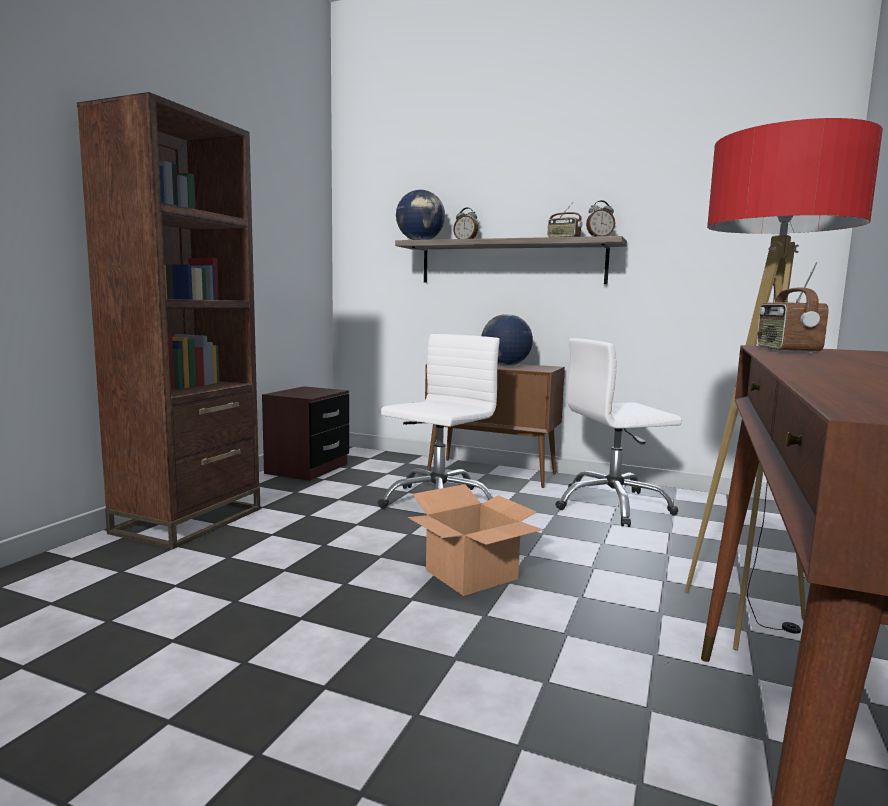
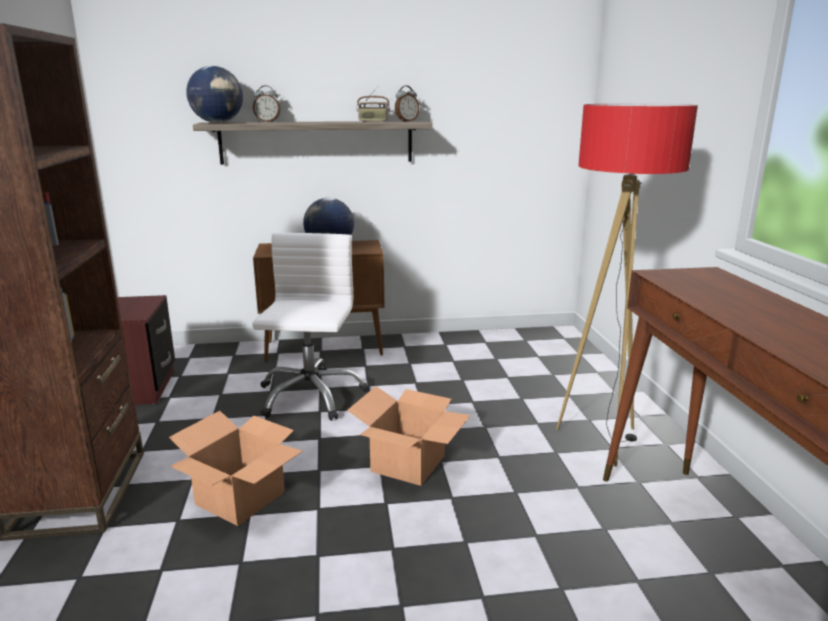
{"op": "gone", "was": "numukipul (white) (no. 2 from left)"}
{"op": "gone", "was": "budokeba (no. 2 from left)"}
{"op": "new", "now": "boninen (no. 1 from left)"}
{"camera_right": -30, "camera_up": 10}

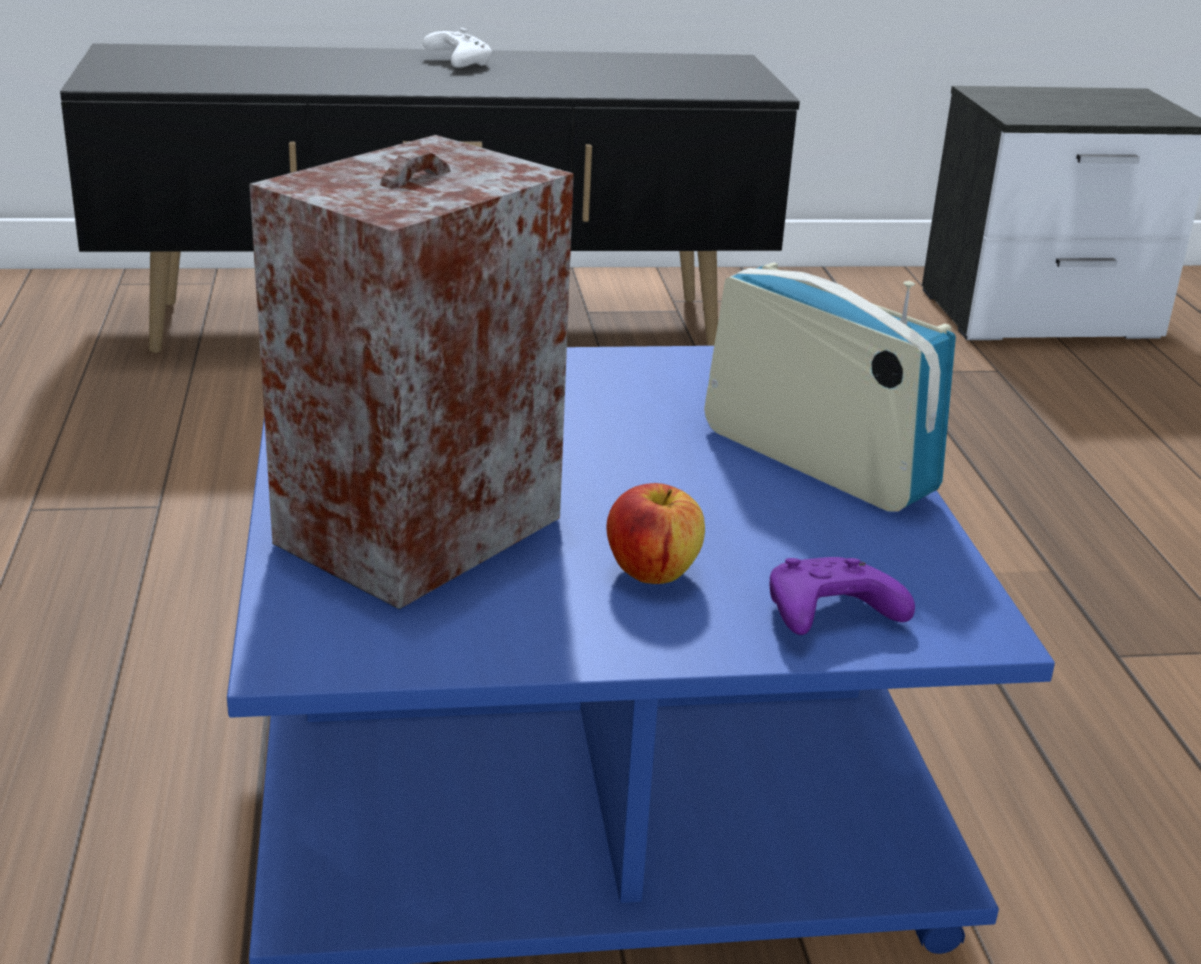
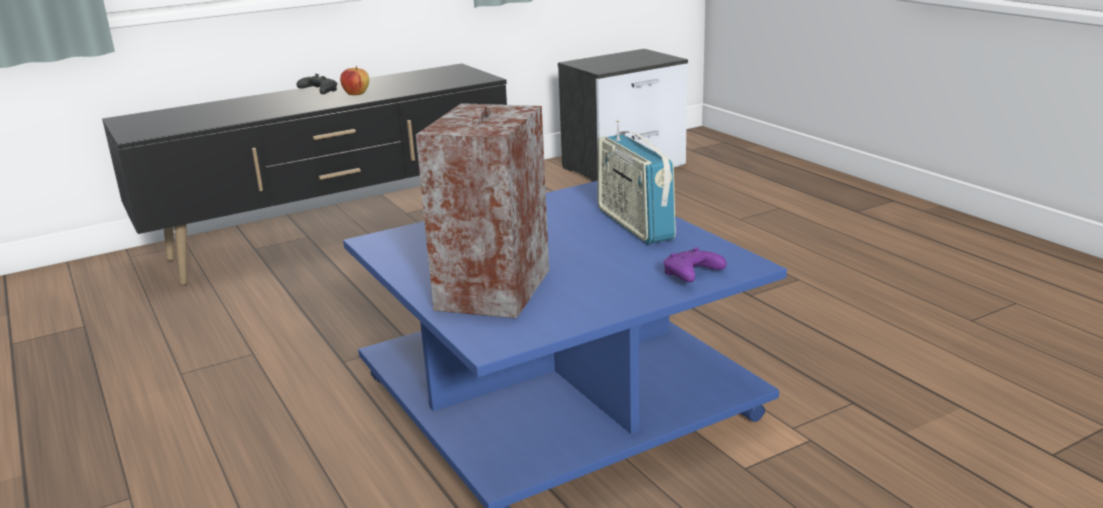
{"op": "repainted", "was": "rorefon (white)", "now": "rorefon (black)"}
{"op": "shifted", "was": "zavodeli"}
{"op": "rotated", "was": "budokeba", "clockwise": -135}
{"camera_right": -20, "camera_up": -5}

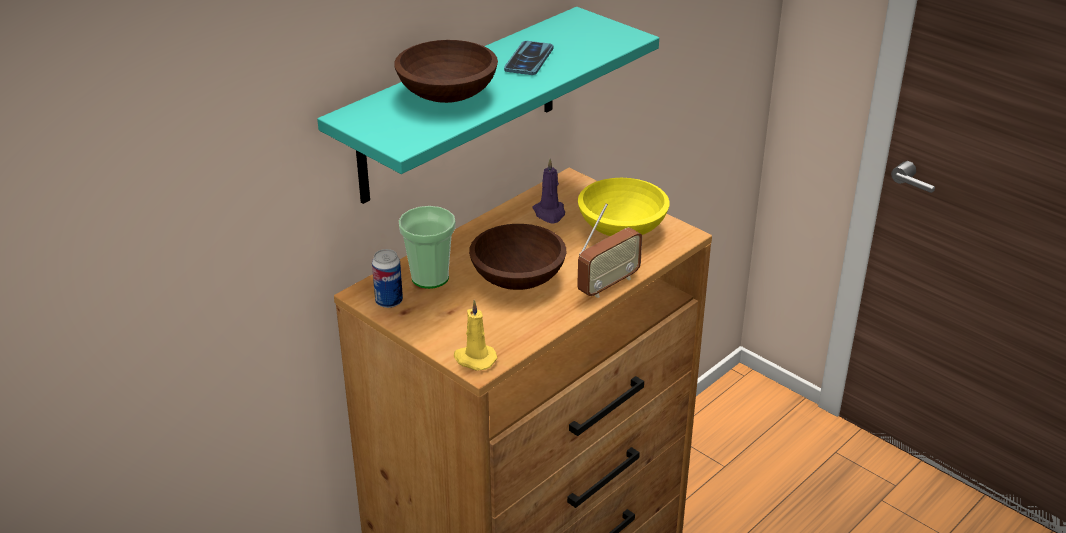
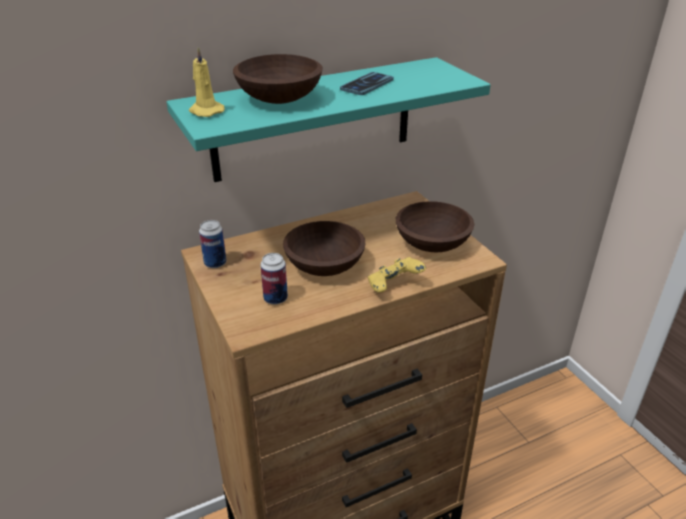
{"op": "gone", "was": "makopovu"}
{"op": "shifted", "was": "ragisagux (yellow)"}
{"op": "gone", "was": "ragisagux (purple)"}
{"op": "swapped", "was": "budokeba", "now": "rorefon (yellow)"}
{"op": "repainted", "was": "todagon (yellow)", "now": "todagon (brown) (no. 3 from left)"}
{"op": "new", "now": "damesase (no. 2 from left)"}
{"camera_right": 20, "camera_up": 0}

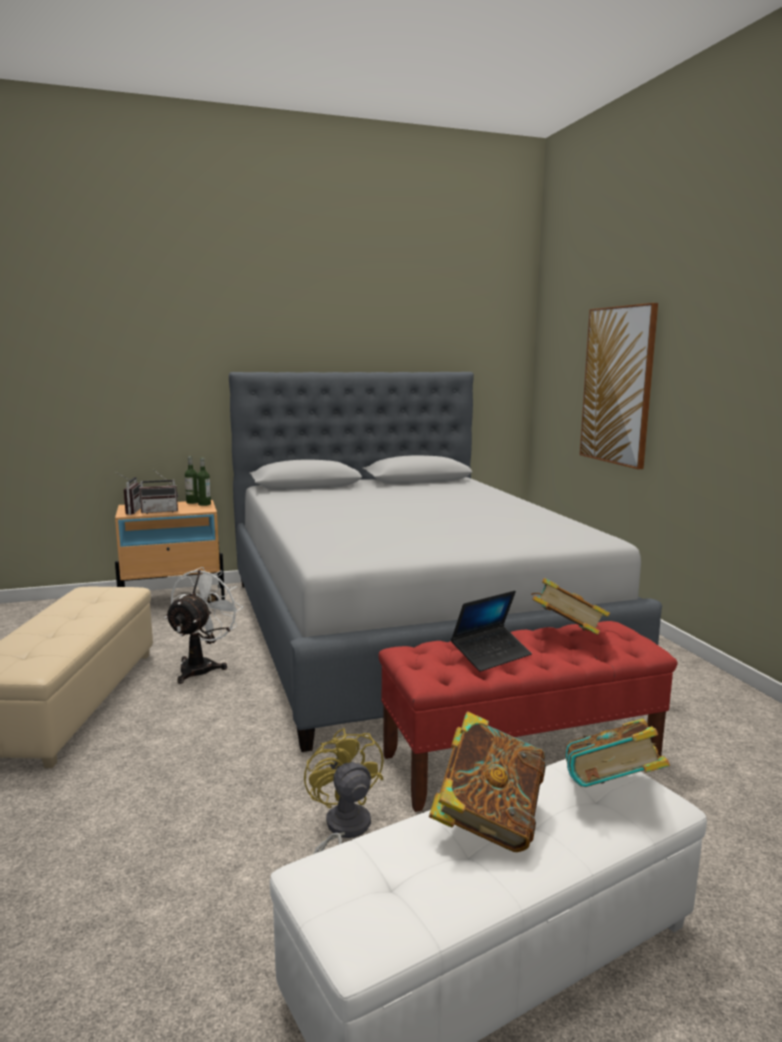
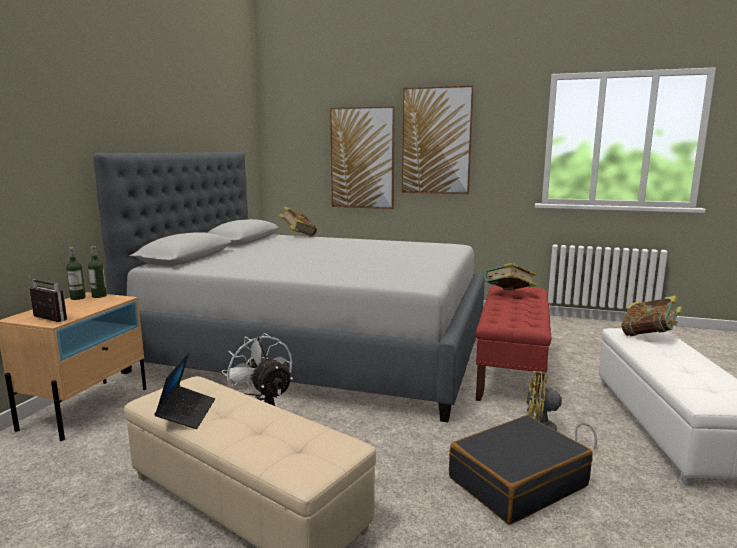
{"op": "gone", "was": "budokeba (no. 2 from left)"}
{"op": "shifted", "was": "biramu (no. 1 from left)"}
{"op": "shifted", "was": "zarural"}
{"op": "new", "now": "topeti (no. 2 from left)"}
{"op": "new", "now": "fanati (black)"}
{"camera_right": -55, "camera_up": 0}

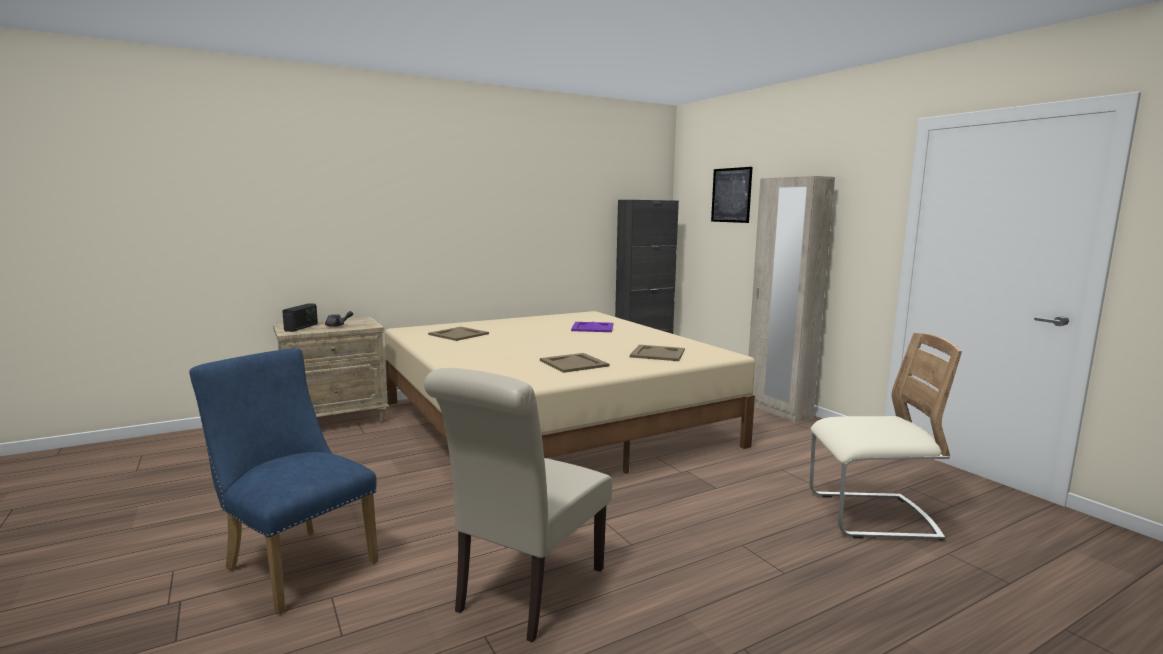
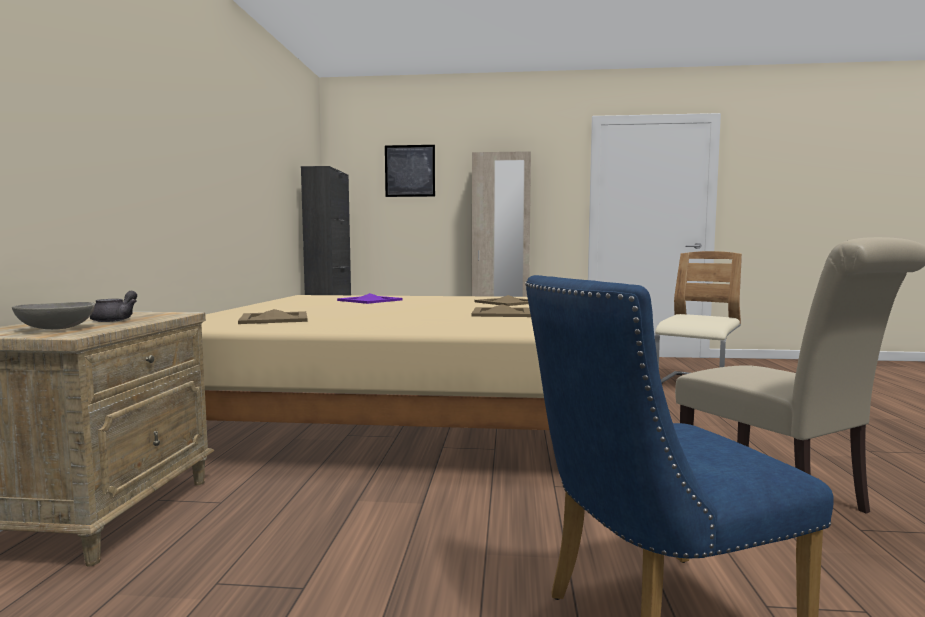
{"op": "swapped", "was": "budokeba", "now": "todagon (grey)"}
{"camera_right": -55, "camera_up": -5}

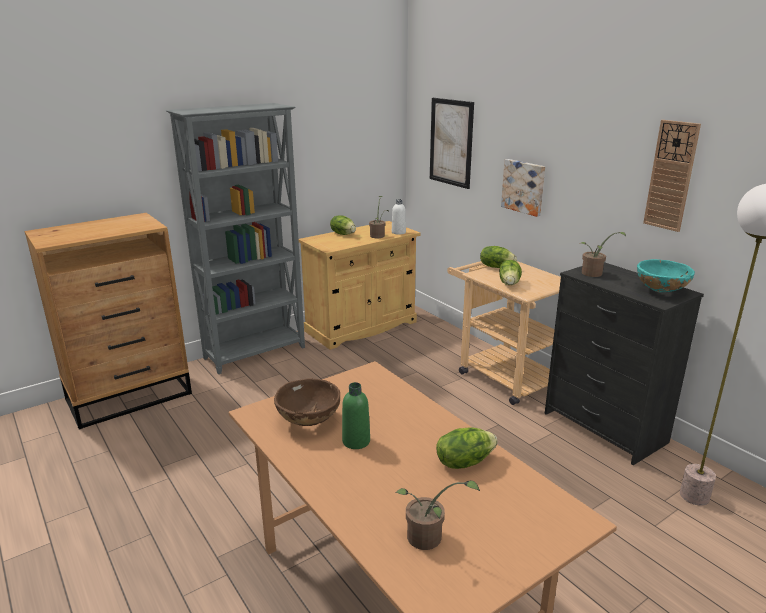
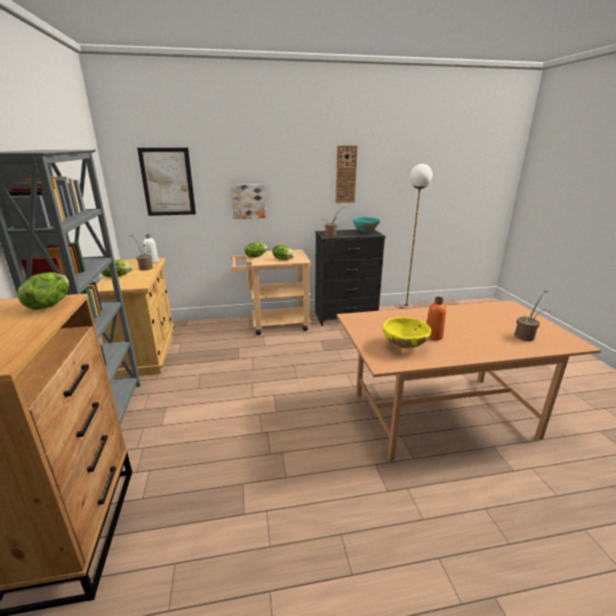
{"op": "repainted", "was": "todagon (brown)", "now": "todagon (yellow)"}
{"op": "repainted", "was": "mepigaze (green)", "now": "mepigaze (orange)"}
{"op": "shifted", "was": "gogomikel (no. 2 from left in the first image)", "now": "gogomikel (no. 1 from left)"}
{"camera_right": -65, "camera_up": 0}

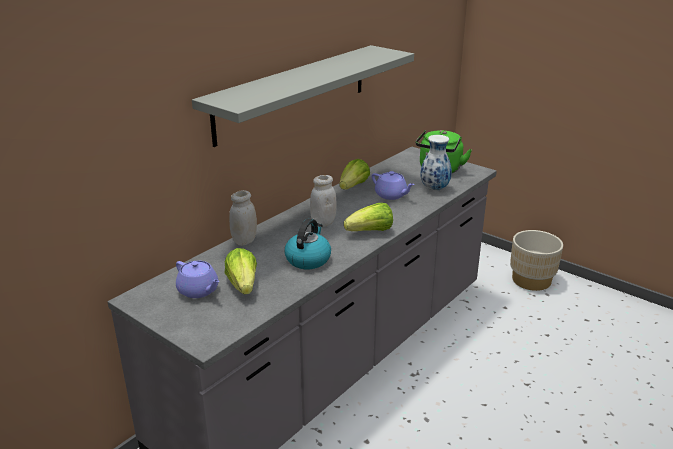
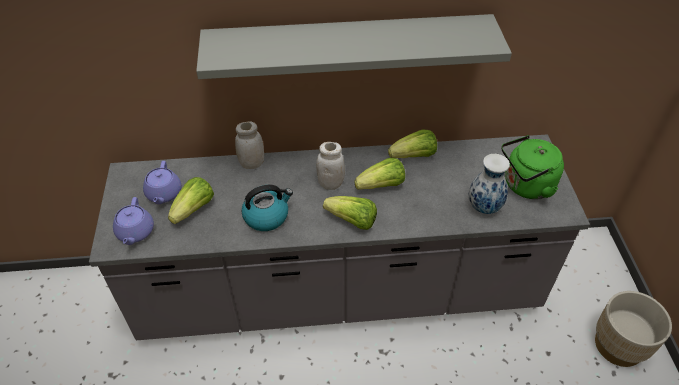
{"op": "shifted", "was": "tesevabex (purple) (no. 2 from left in the first image)", "now": "tesevabex (purple) (no. 1 from left)"}
{"op": "new", "now": "gogomikel (no. 3 from left)"}
{"camera_right": 45, "camera_up": 20}

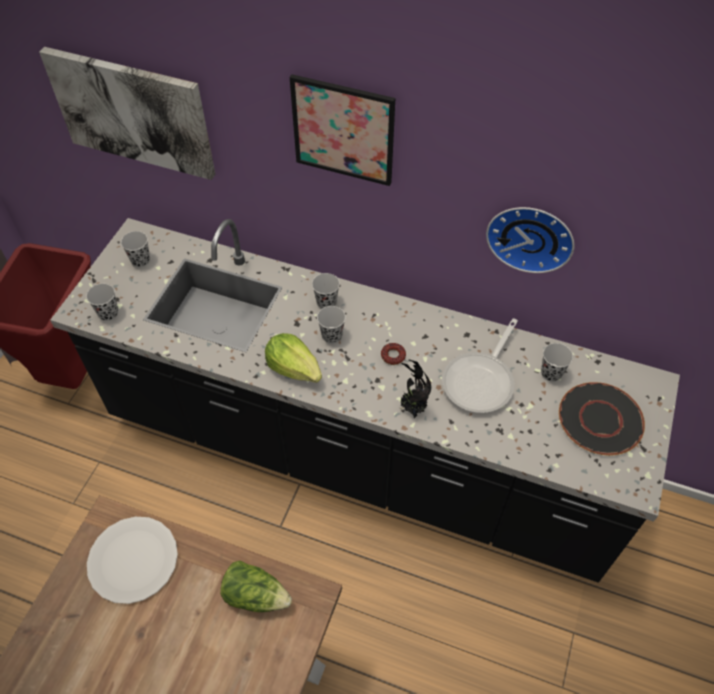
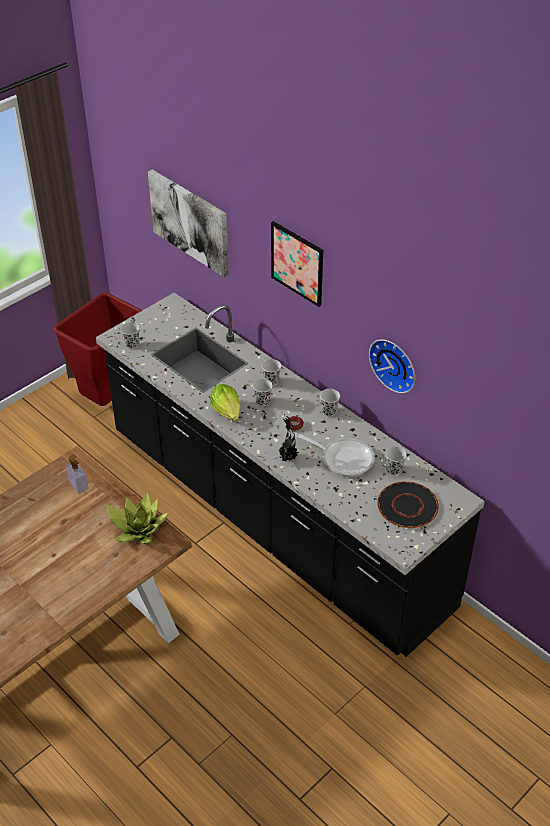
{"op": "swapped", "was": "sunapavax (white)", "now": "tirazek"}
{"op": "shifted", "was": "makopovu (black) (no. 2 from left in the first image)", "now": "makopovu (black) (no. 4 from left)"}
{"op": "swapped", "was": "gogomikel (no. 1 from left)", "now": "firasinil (no. 1 from left)"}
{"op": "rotated", "was": "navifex", "clockwise": -120}
{"camera_right": 25, "camera_up": -10}

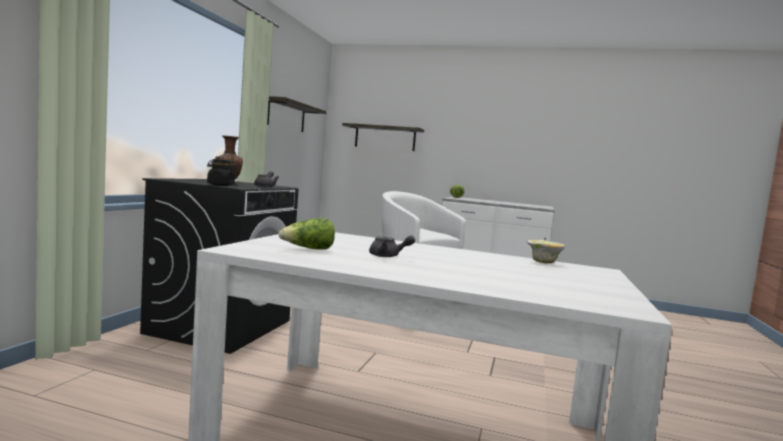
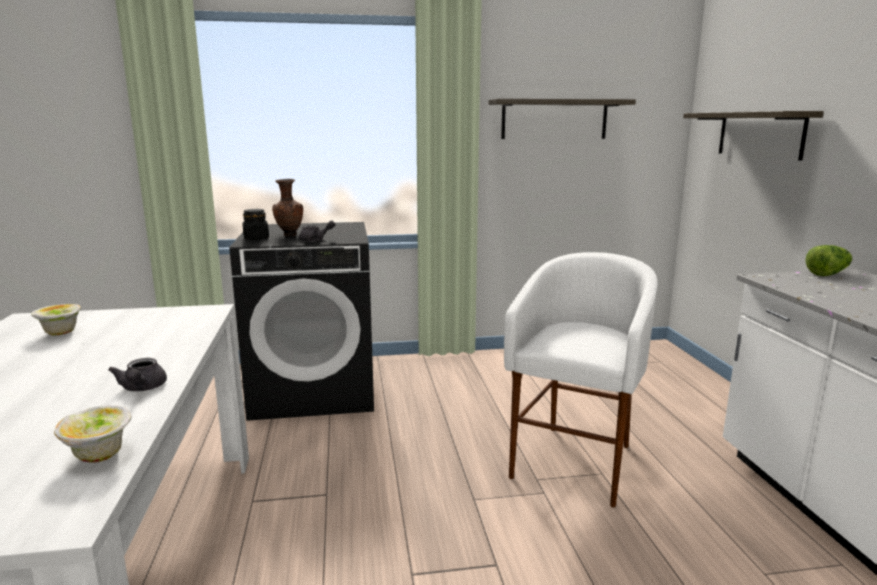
{"op": "swapped", "was": "gogomikel (no. 1 from left)", "now": "todagon (no. 1 from left)"}
{"op": "shifted", "was": "tesevabex (grey) (no. 2 from left in the first image)", "now": "tesevabex (grey) (no. 1 from left)"}
{"camera_right": 65, "camera_up": 10}

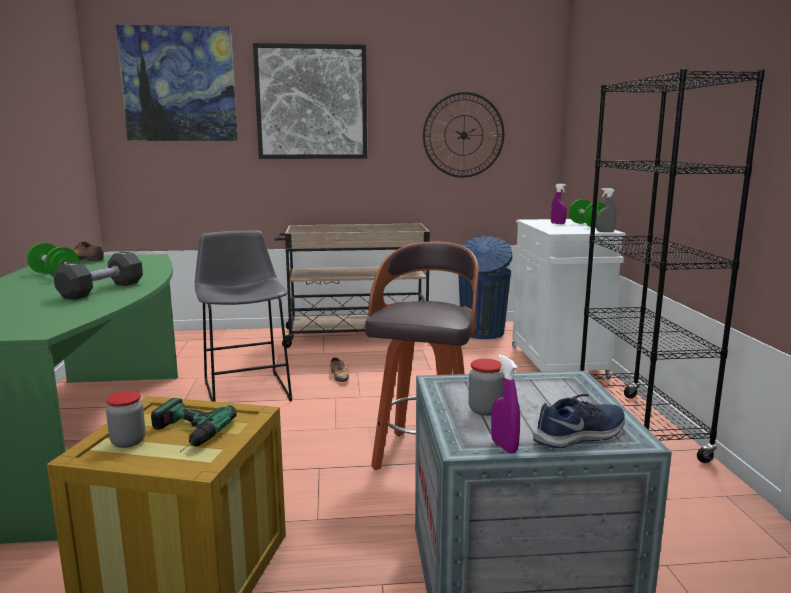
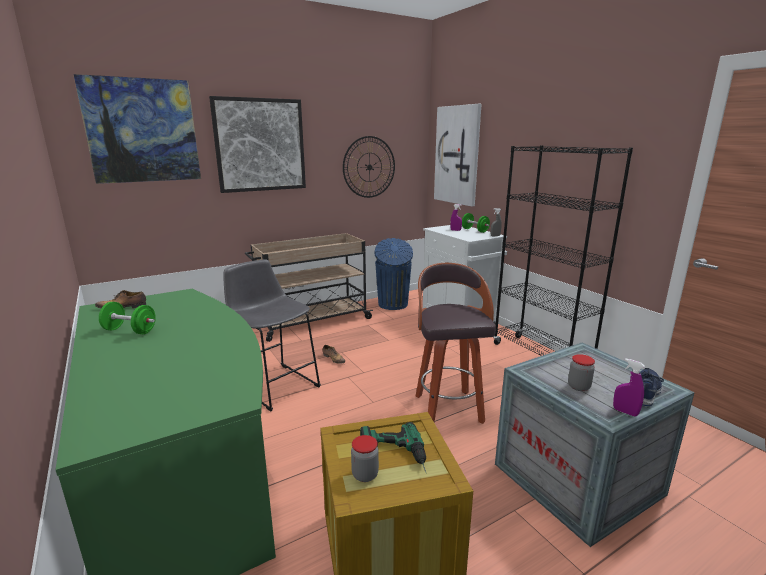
{"op": "gone", "was": "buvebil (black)"}
{"op": "new", "now": "topeti (no. 3 from left)"}
{"camera_right": -25, "camera_up": 5}

